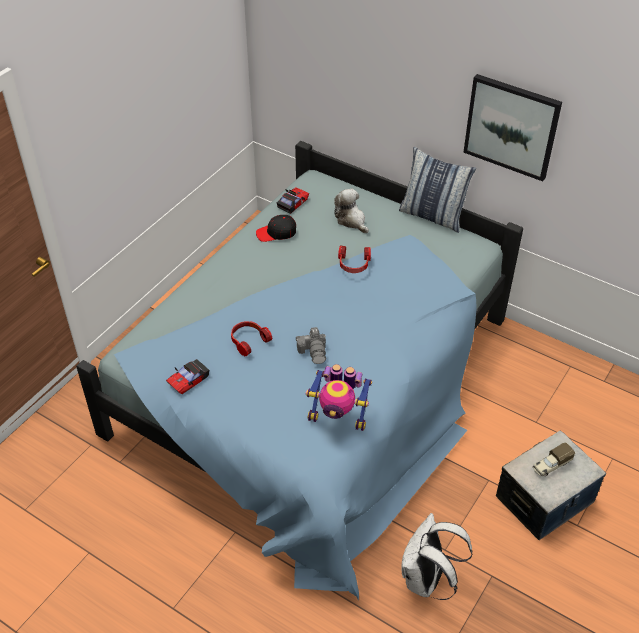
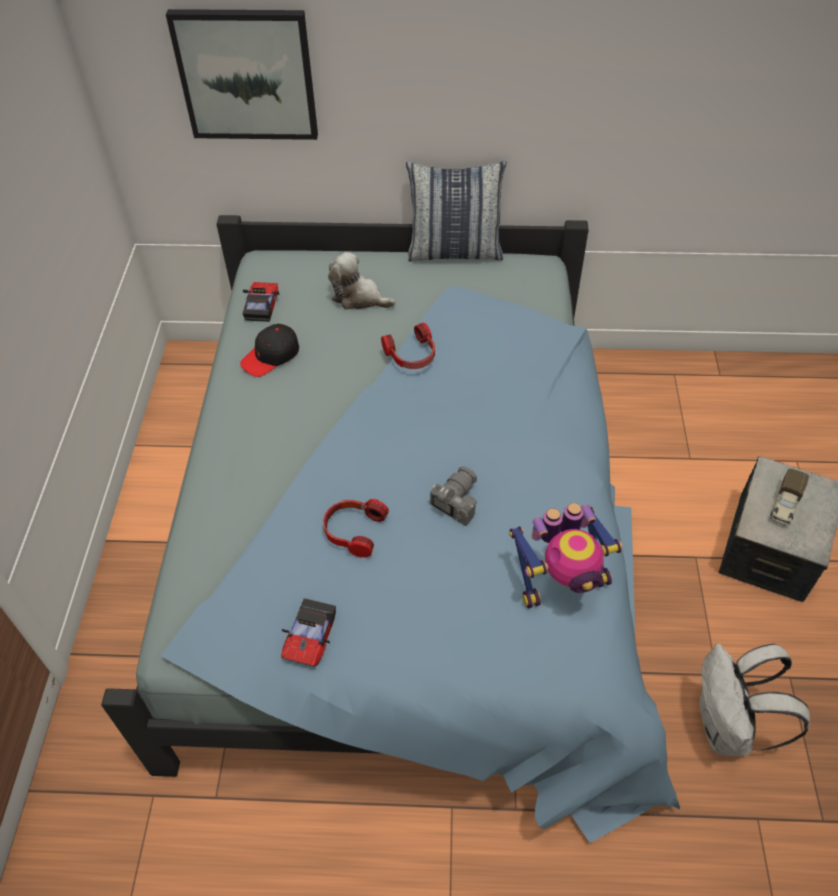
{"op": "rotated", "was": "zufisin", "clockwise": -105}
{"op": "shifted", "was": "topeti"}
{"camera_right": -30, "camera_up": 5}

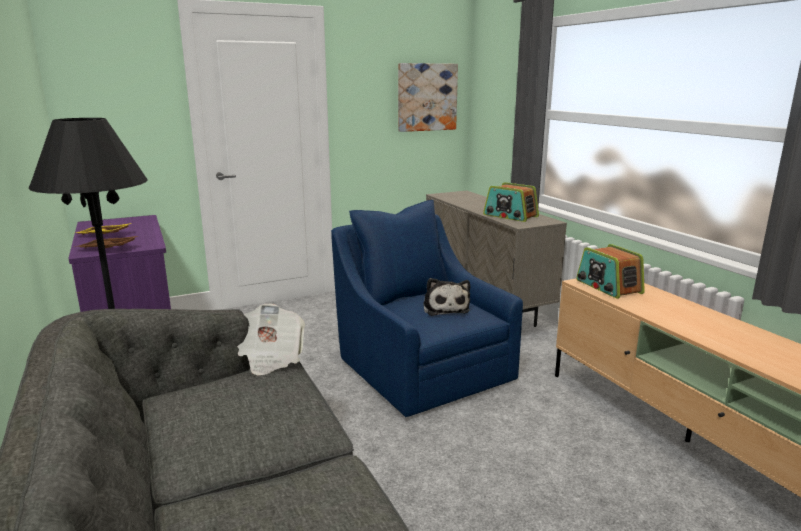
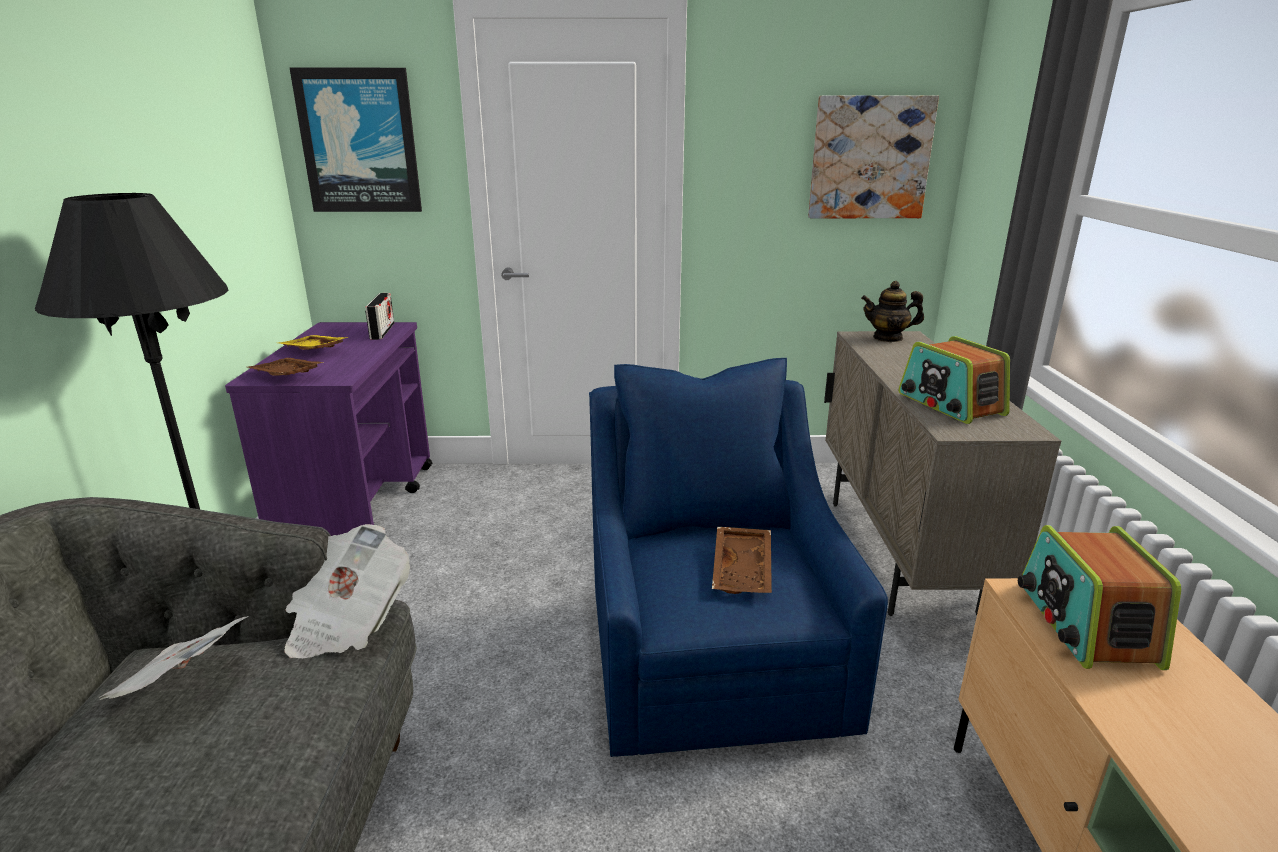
{"op": "swapped", "was": "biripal", "now": "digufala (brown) (no. 2 from left)"}
{"op": "new", "now": "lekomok (no. 1 from left)"}
{"op": "new", "now": "topeti (no. 1 from left)"}
{"op": "new", "now": "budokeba (no. 1 from left)"}
{"op": "new", "now": "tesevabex"}
{"camera_right": 25, "camera_up": 5}

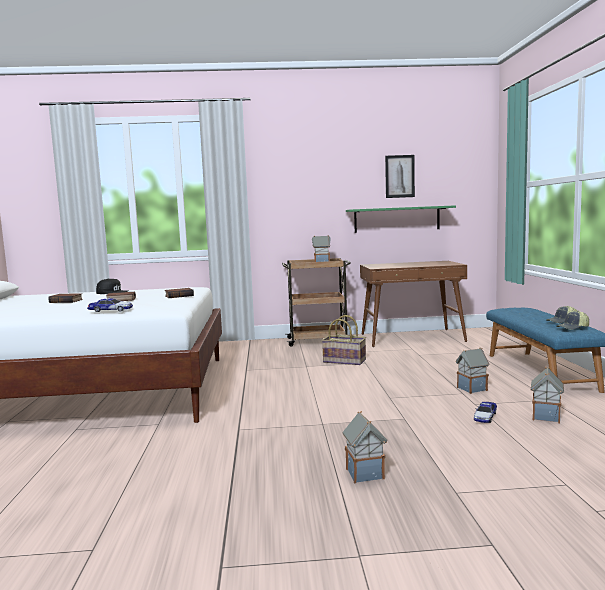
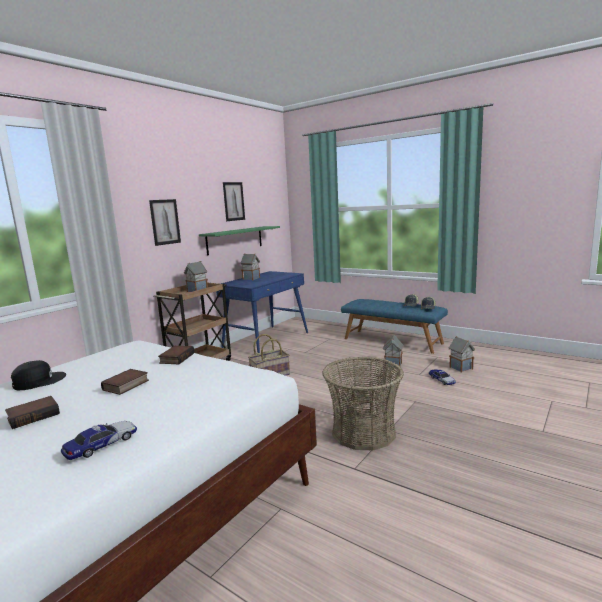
{"op": "shifted", "was": "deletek (no. 1 from left)"}
{"op": "shifted", "was": "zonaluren (no. 2 from left)"}
{"op": "repainted", "was": "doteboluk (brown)", "now": "doteboluk (blue)"}
{"op": "new", "now": "topeti (no. 1 from left)"}
{"op": "new", "now": "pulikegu (no. 2 from left)"}
{"camera_right": -50, "camera_up": 5}

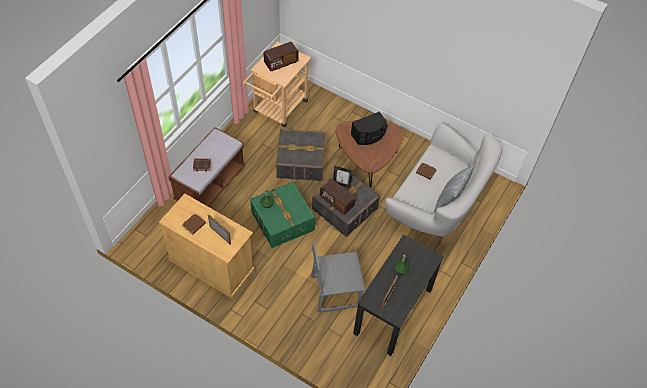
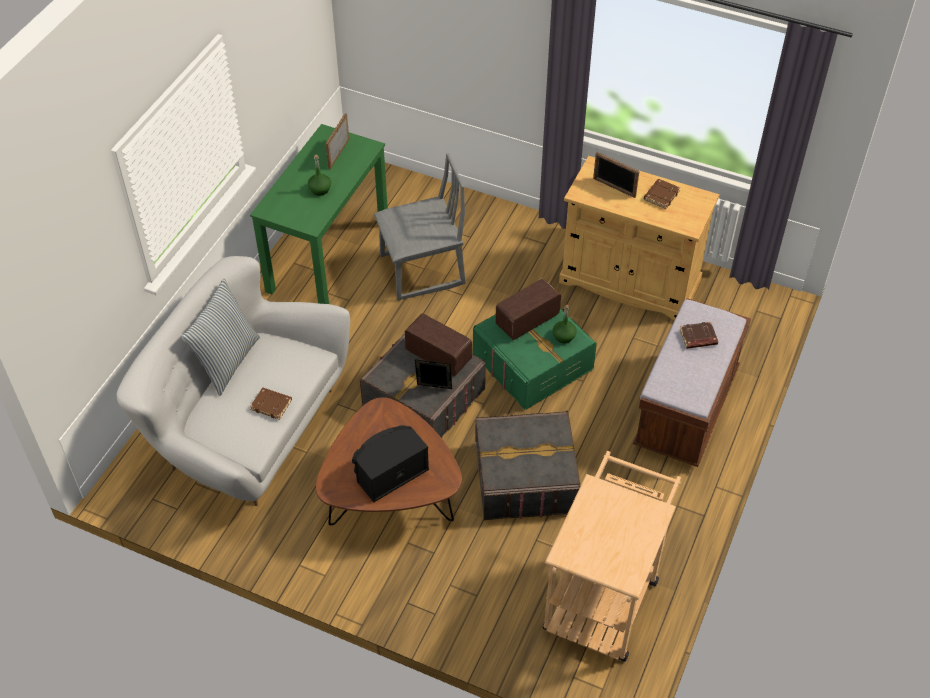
{"op": "shifted", "was": "budokeba (no. 1 from left in the first image)", "now": "budokeba (no. 2 from left)"}
{"op": "repainted", "was": "doteboluk (black)", "now": "doteboluk (green)"}
{"camera_right": 175, "camera_up": -5}

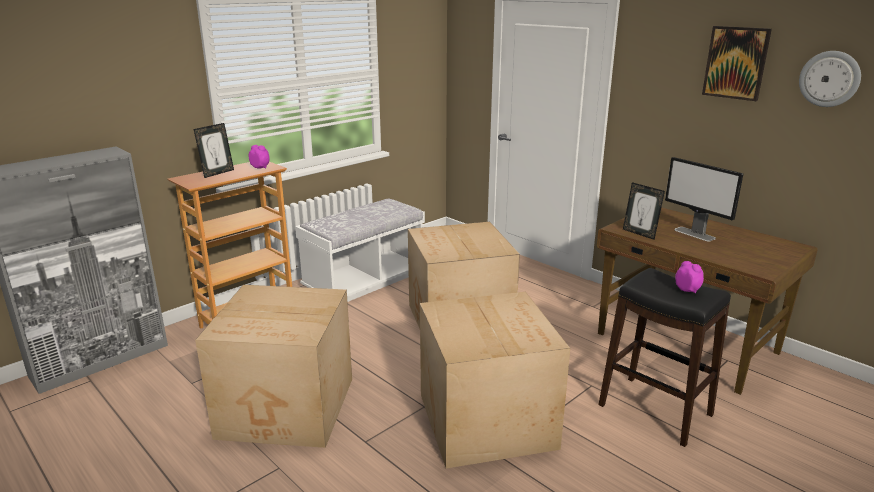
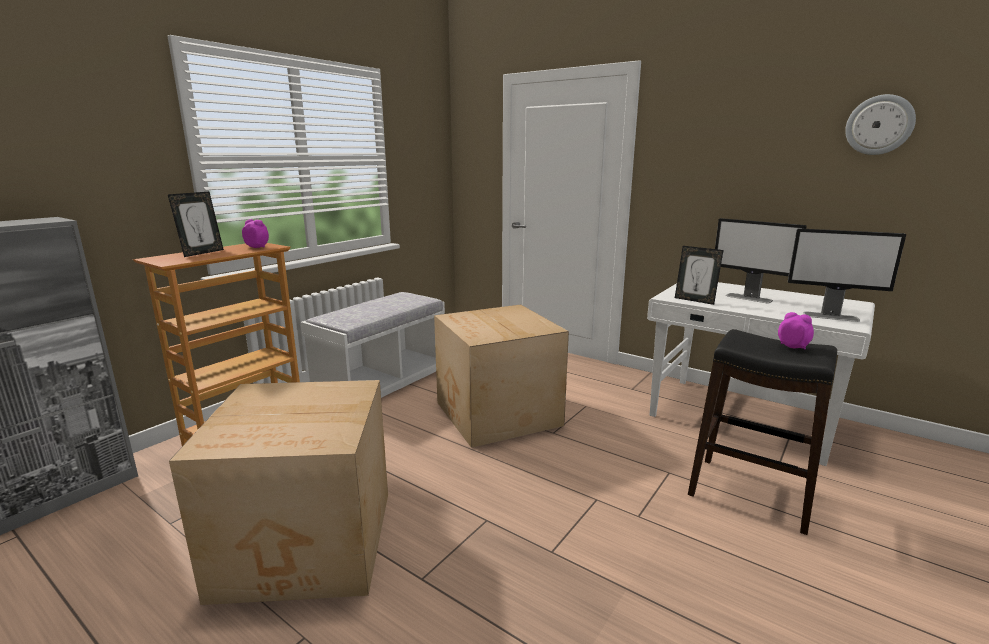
{"op": "gone", "was": "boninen (no. 3 from left)"}
{"op": "repainted", "was": "doteboluk (brown)", "now": "doteboluk (white)"}
{"op": "gone", "was": "topeti"}
{"op": "new", "now": "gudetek (no. 2 from left)"}
{"camera_right": -10, "camera_up": -5}

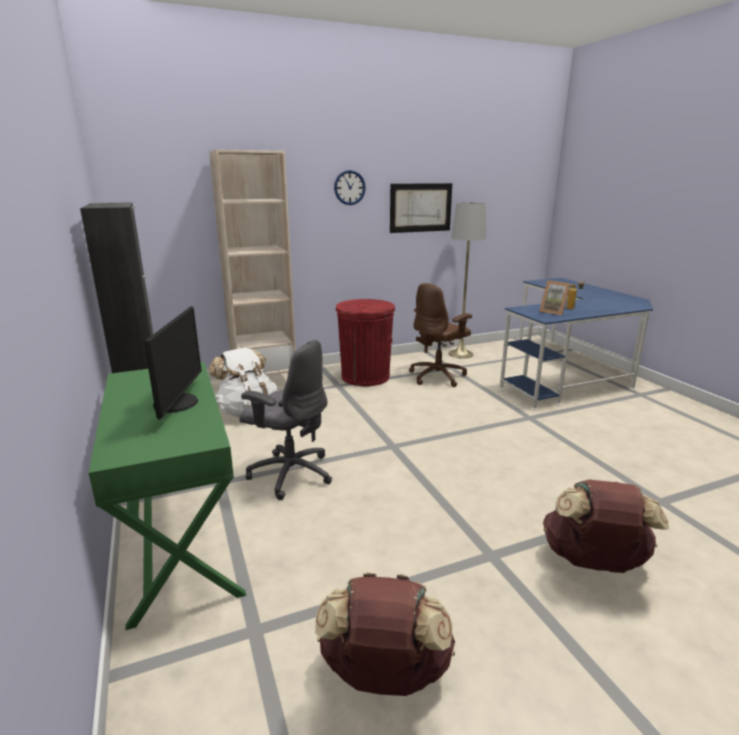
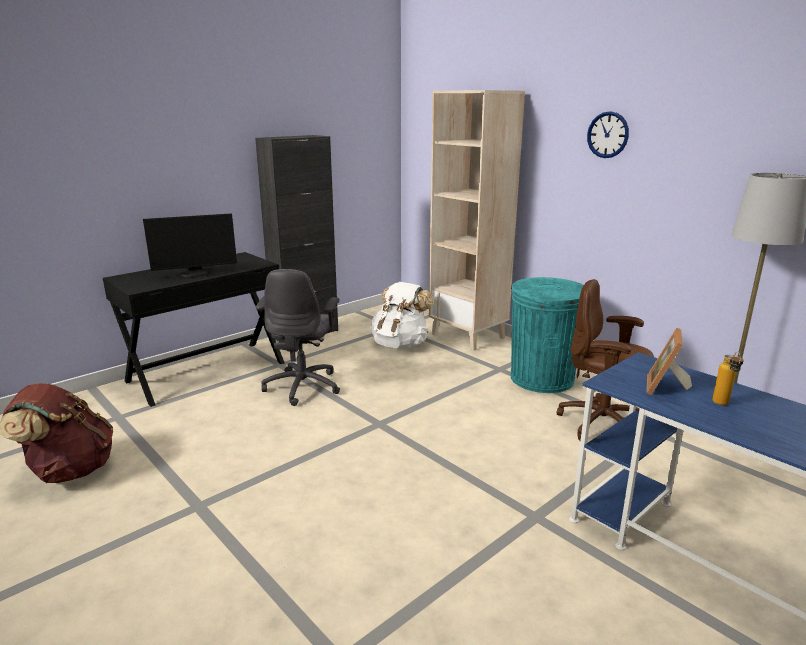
{"op": "repainted", "was": "doteboluk (green)", "now": "doteboluk (black)"}
{"op": "repainted", "was": "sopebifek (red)", "now": "sopebifek (turquoise)"}
{"op": "gone", "was": "topeti"}
{"op": "gone", "was": "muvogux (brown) (no. 2 from left)"}
{"camera_right": 70, "camera_up": 0}

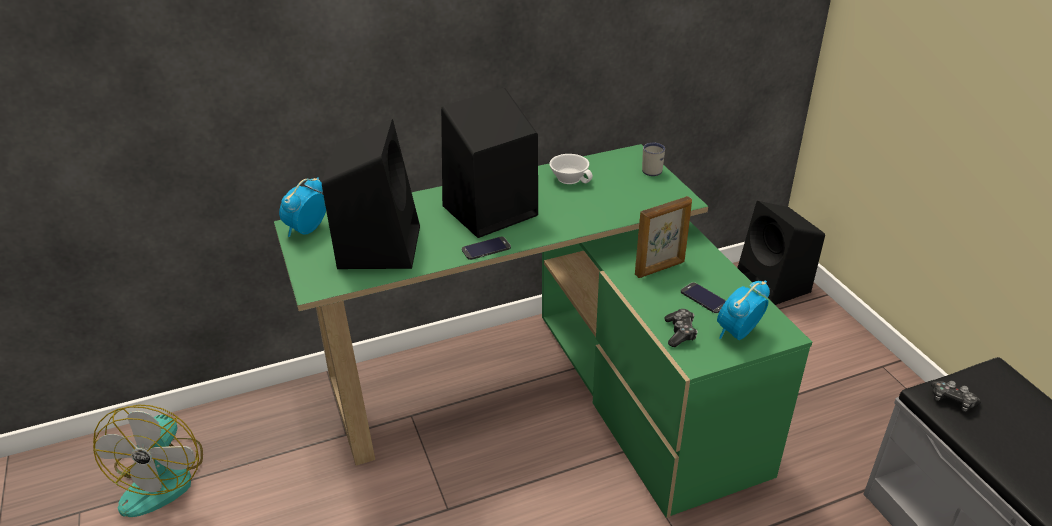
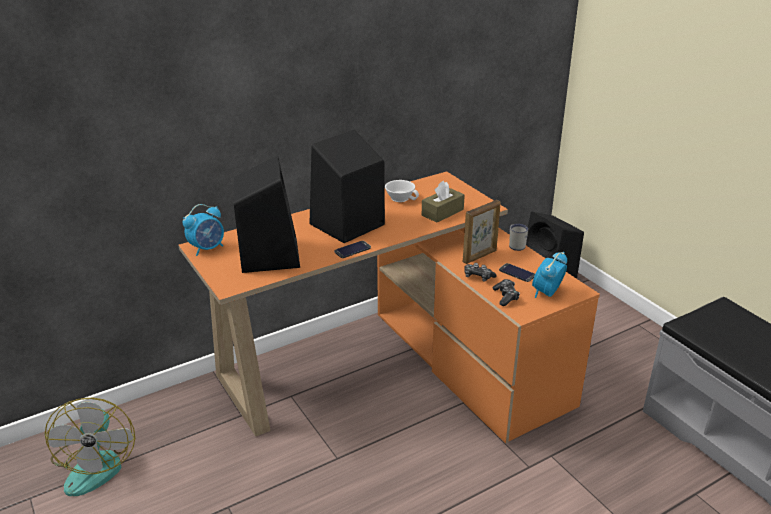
{"op": "repainted", "was": "doteboluk (green)", "now": "doteboluk (orange)"}
{"op": "rotated", "was": "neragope (no. 1 from left)", "clockwise": -150}
{"op": "shifted", "was": "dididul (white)"}
{"op": "shifted", "was": "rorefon (no. 2 from left in the first image)", "now": "rorefon (no. 1 from left)"}
{"op": "new", "now": "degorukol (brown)"}
{"camera_right": -10, "camera_up": -5}

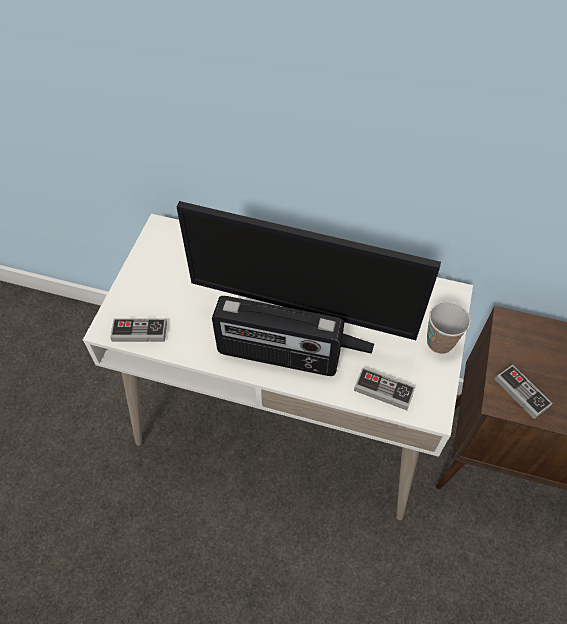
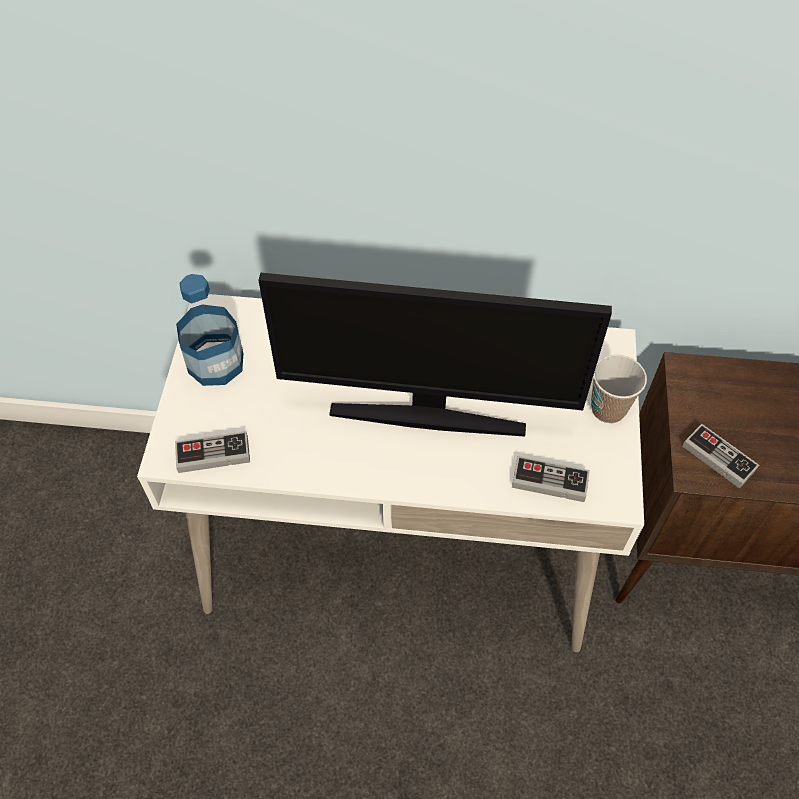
{"op": "gone", "was": "budokeba"}
{"op": "new", "now": "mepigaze"}
{"camera_right": -10, "camera_up": 0}

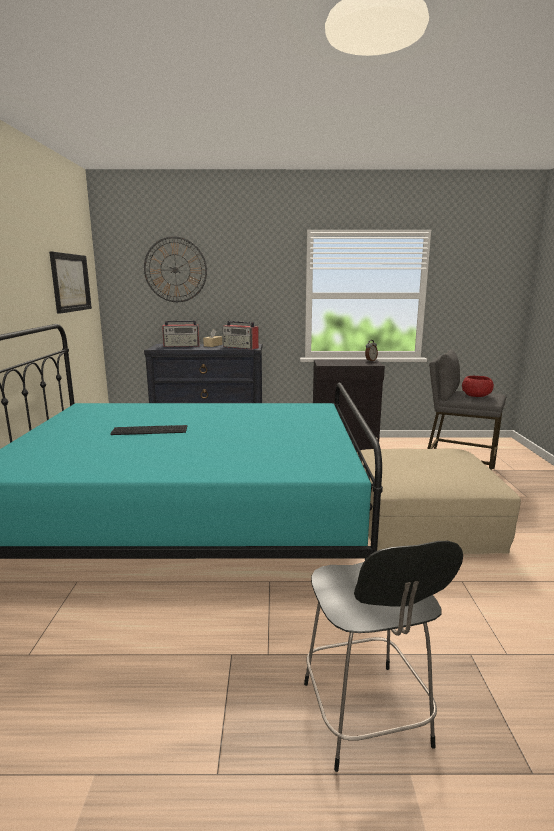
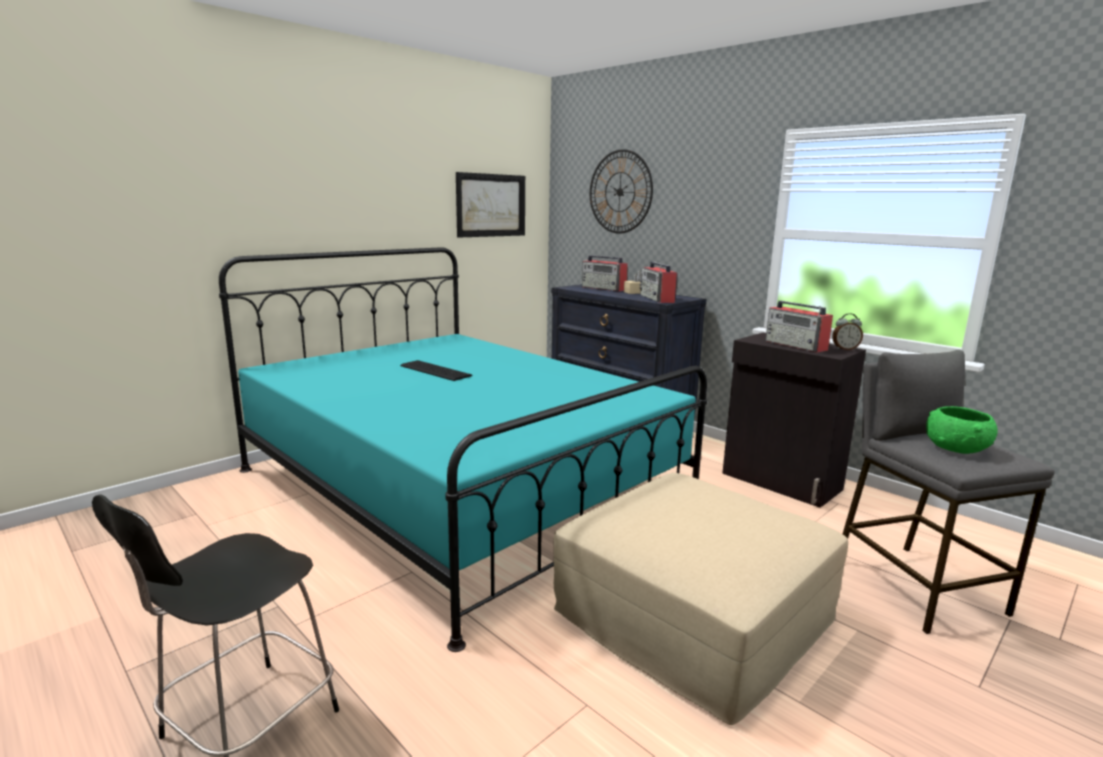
{"op": "repainted", "was": "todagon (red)", "now": "todagon (green)"}
{"op": "new", "now": "budokeba (no. 3 from left)"}
{"camera_right": 45, "camera_up": 0}

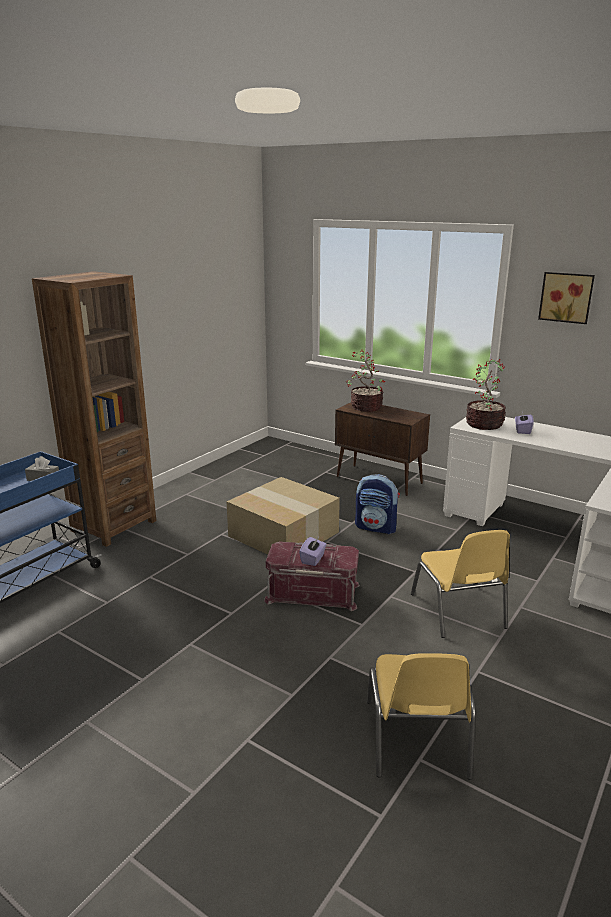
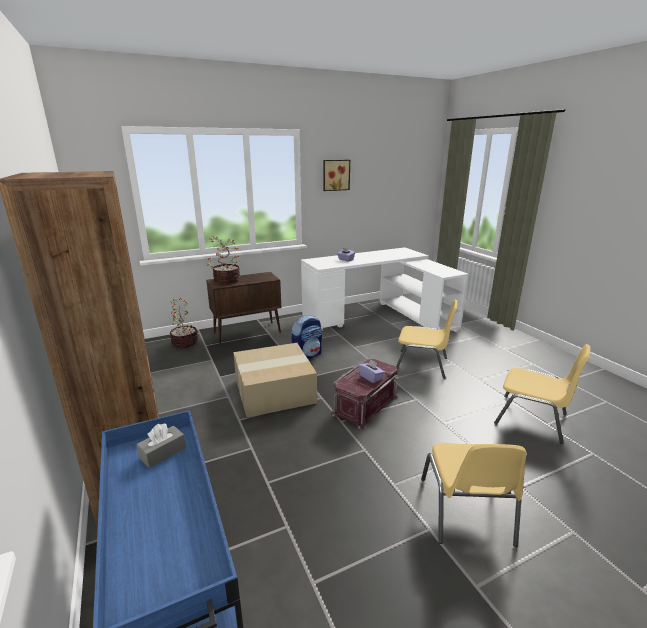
{"op": "shifted", "was": "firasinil (no. 2 from left in the first image)", "now": "firasinil (no. 1 from left)"}
{"op": "new", "now": "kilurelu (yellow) (no. 2 from left)"}
{"camera_right": -60, "camera_up": 0}

